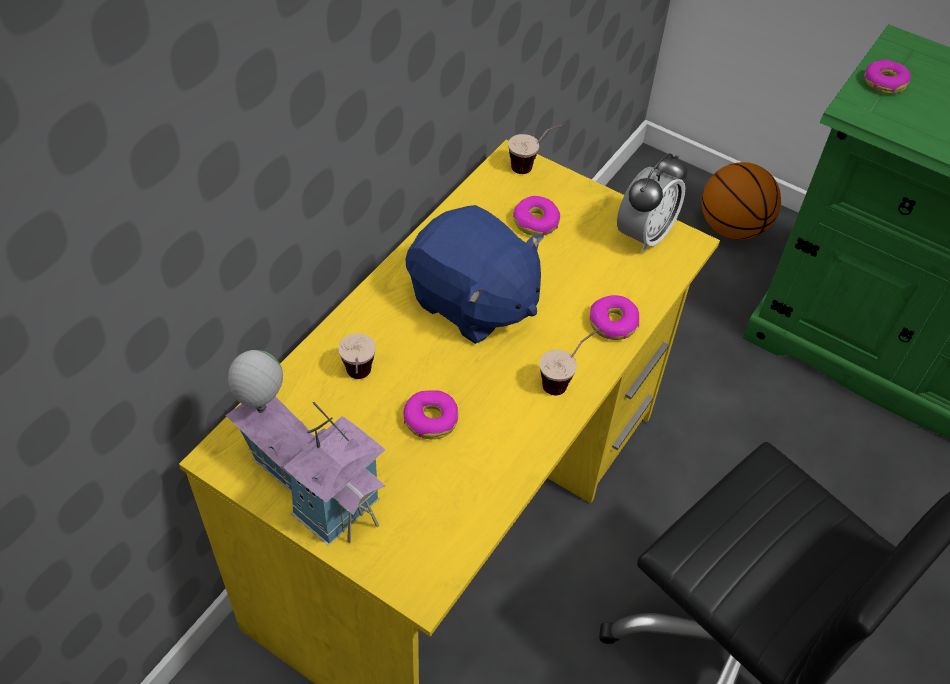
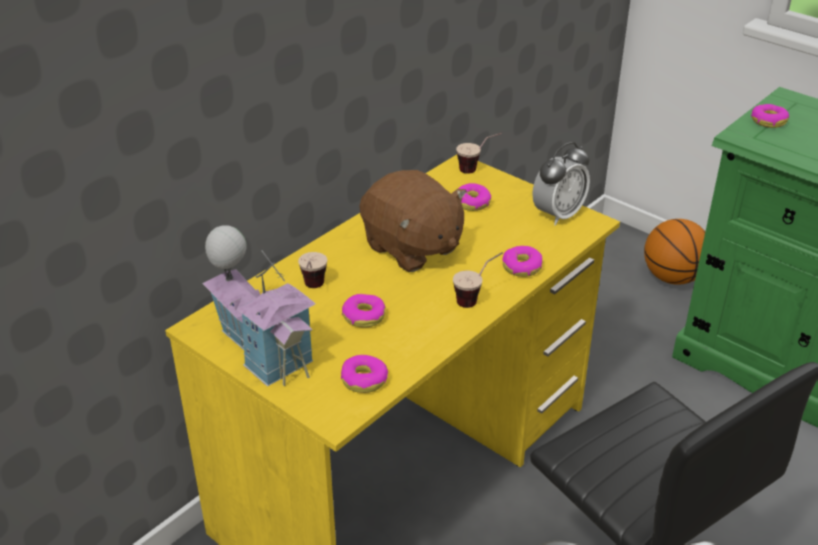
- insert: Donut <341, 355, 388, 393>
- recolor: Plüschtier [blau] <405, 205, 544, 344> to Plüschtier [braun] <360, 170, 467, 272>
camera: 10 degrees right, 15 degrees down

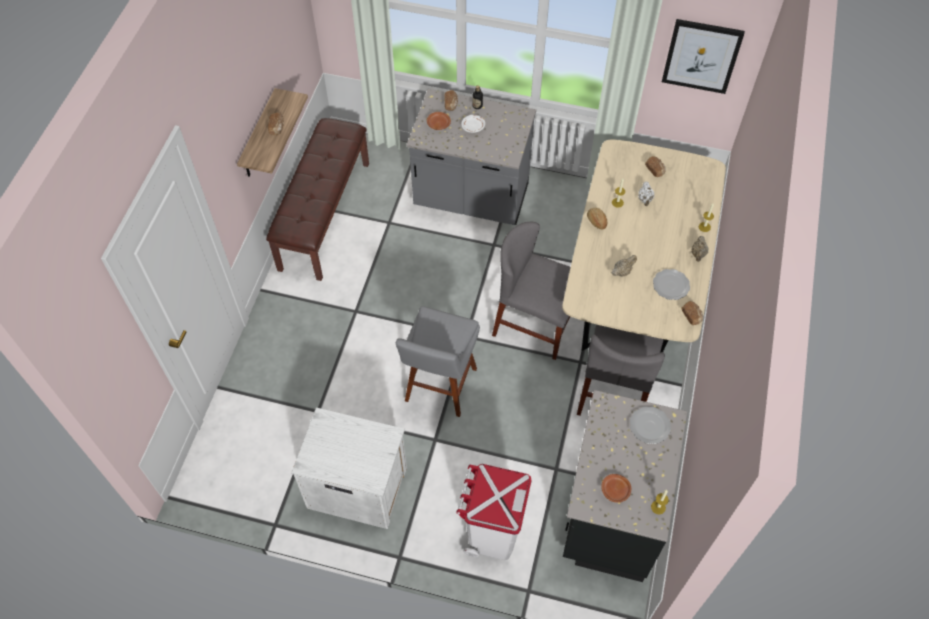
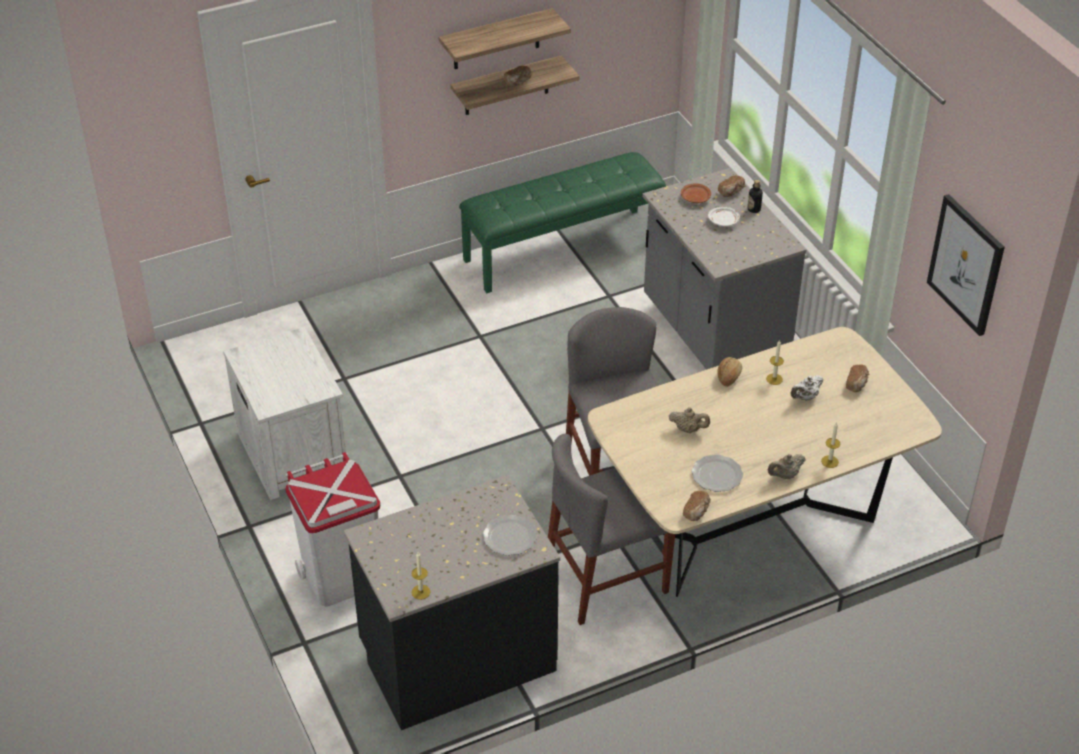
- delete: Hocker [grau] <396, 306, 480, 417>
- delete: Teller [braun] <601, 474, 631, 503>
- insert: Wandregal <439, 8, 571, 69>
- recolor: Bank [braun] <266, 118, 369, 281> to Bank [grün] <459, 152, 666, 293>
camera: 50 degrees right, 15 degrees down

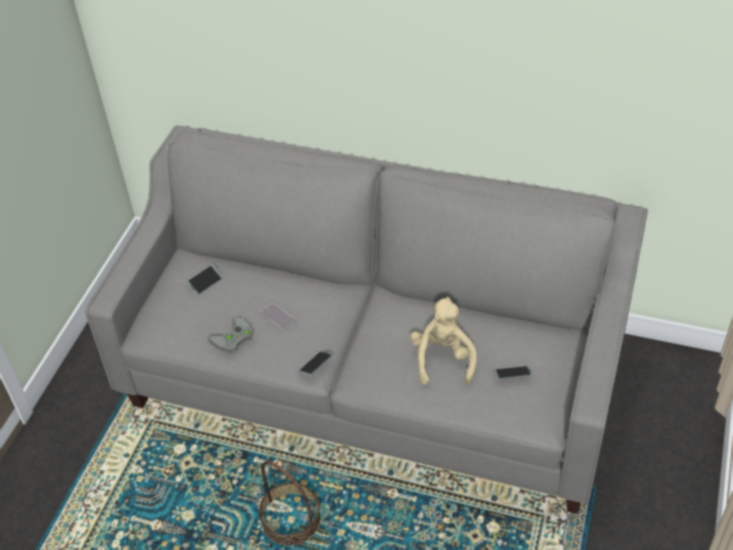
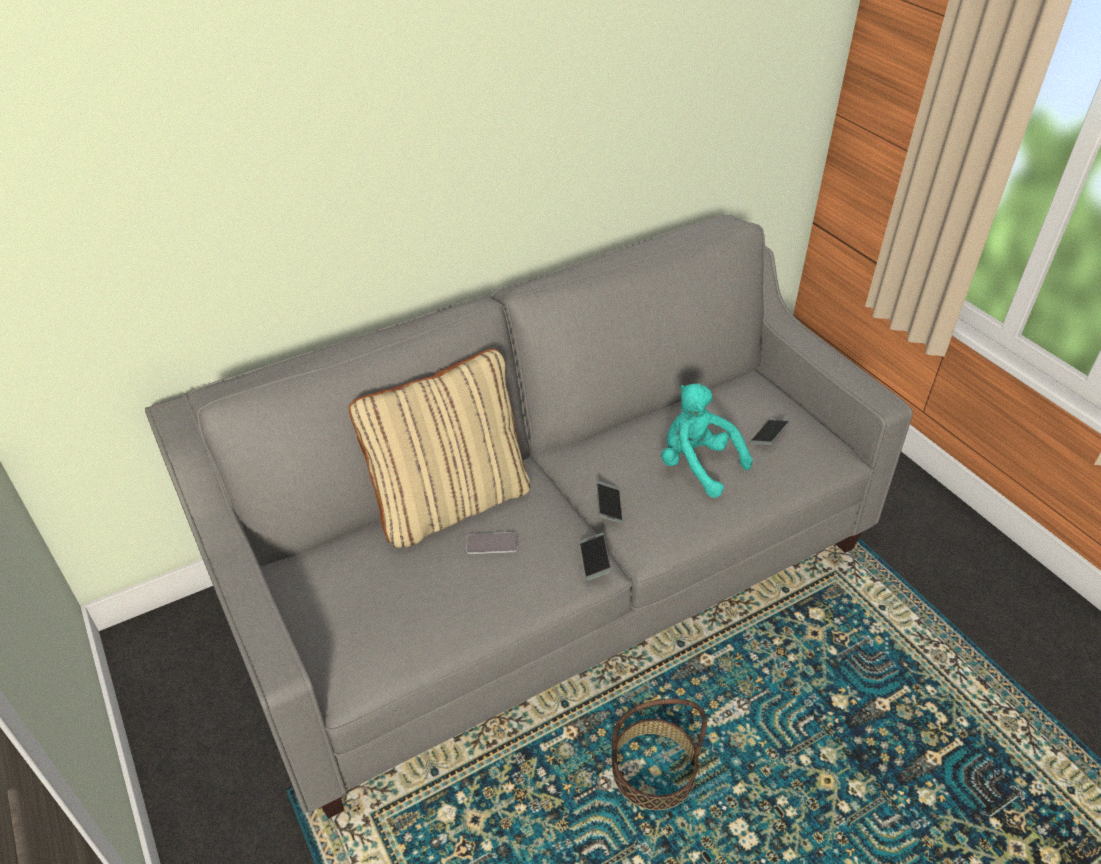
- delete: Gamepad [grau] <208, 316, 253, 353>
- insert: Kissen [beige] <348, 349, 531, 548>
- move: Handy <186, 264, 223, 295> to <597, 481, 622, 523>
- recolor: Plüschtier [beige] <410, 297, 477, 385> to Plüschtier [türkis] <661, 383, 753, 498>
camera: 50 degrees left, 5 degrees down

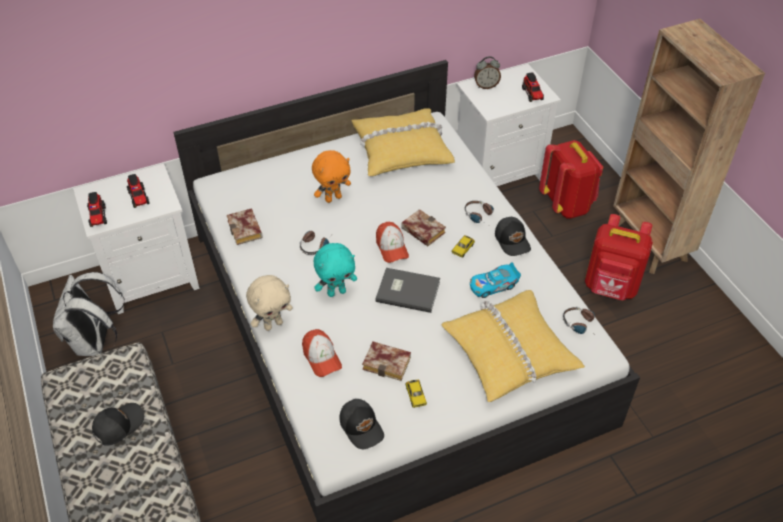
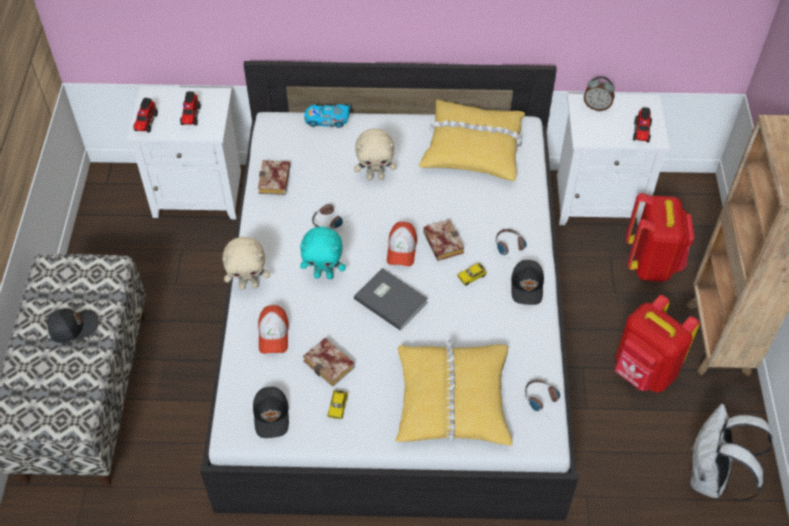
- move: Rucksack [weiß] <53, 272, 125, 356> to <691, 404, 773, 501>
- move: Spielzeugauto <470, 262, 521, 298> to <304, 104, 350, 128>
- recolor: Plüschtier [orange] <312, 150, 351, 203> to Plüschtier [beige] <354, 128, 396, 180>
camera: 25 degrees right, 5 degrees up

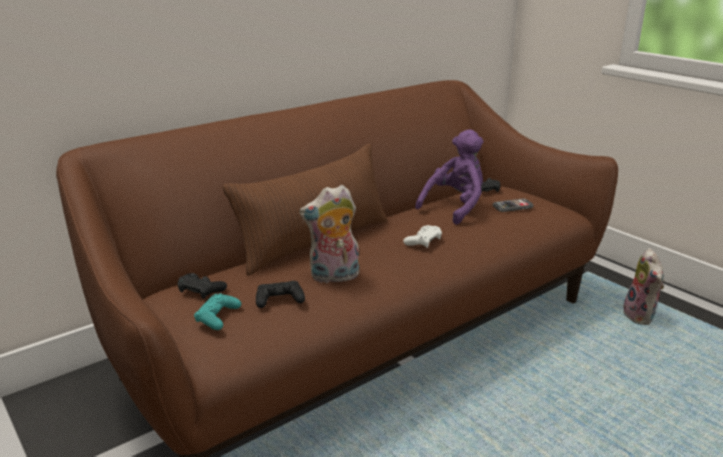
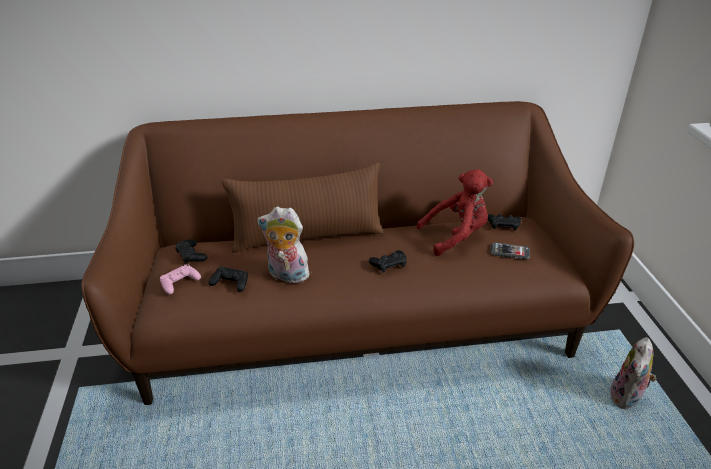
- recolor: Gamepad [türkis] <194, 293, 241, 330> to Gamepad [rosa] <160, 264, 201, 294>
- recolor: Gamepad [weiß] <403, 225, 442, 248> to Gamepad [schwarz] <369, 250, 407, 273>
- recolor: Plüschtier [lila] <415, 129, 484, 225> to Plüschtier [rot] <416, 169, 493, 256>
camera: 30 degrees right, 10 degrees up

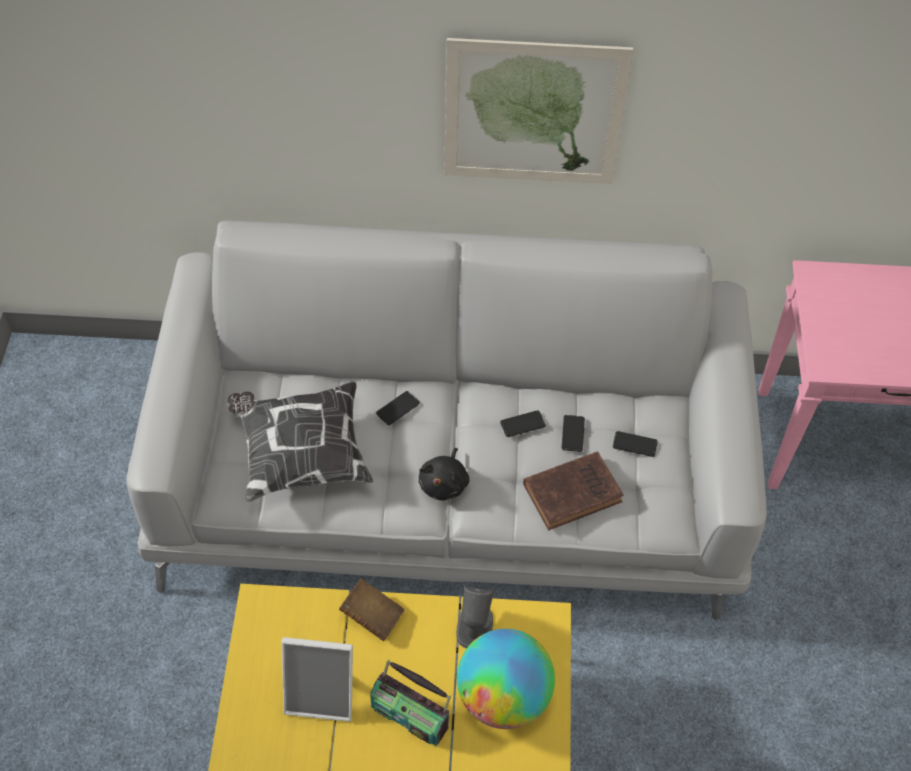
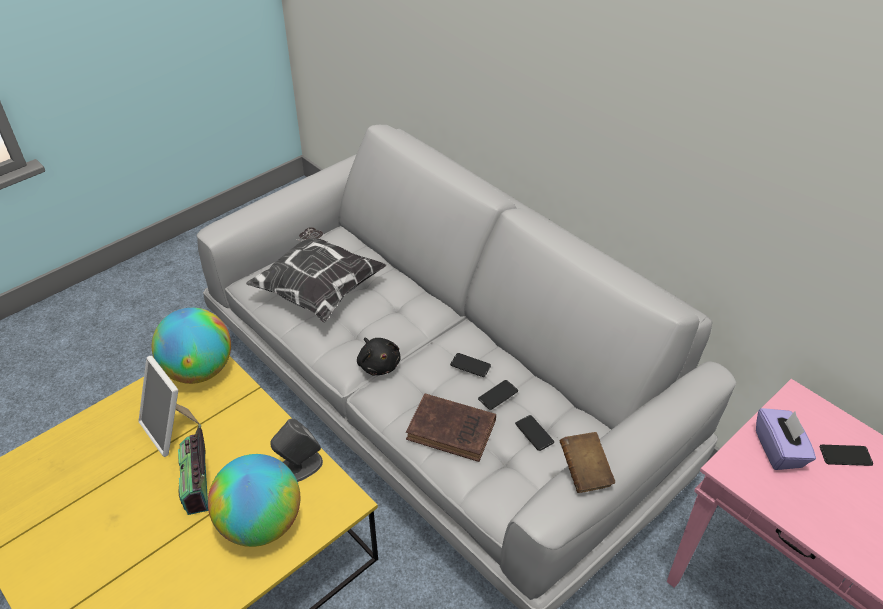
- delete: Bild <444, 38, 634, 184>
- insert: Globus <152, 308, 231, 384>
- insert: Taschentuchbox [lila] <756, 408, 816, 470>
- move: Buch [braun] <339, 579, 405, 641> to <560, 432, 615, 493>
- move: Handy <376, 391, 420, 425> to <820, 445, 873, 466>
- rotate: Plüschtier [schwarz] <419, 448, 470, 500> = <357, 337, 401, 375> 90 degrees counterclockwise
camera: 45 degrees right, 10 degrees down

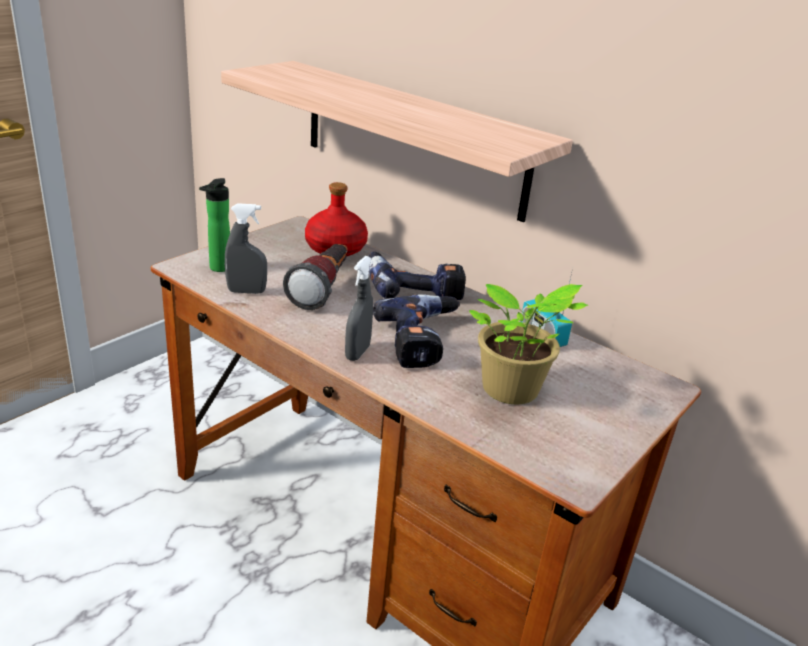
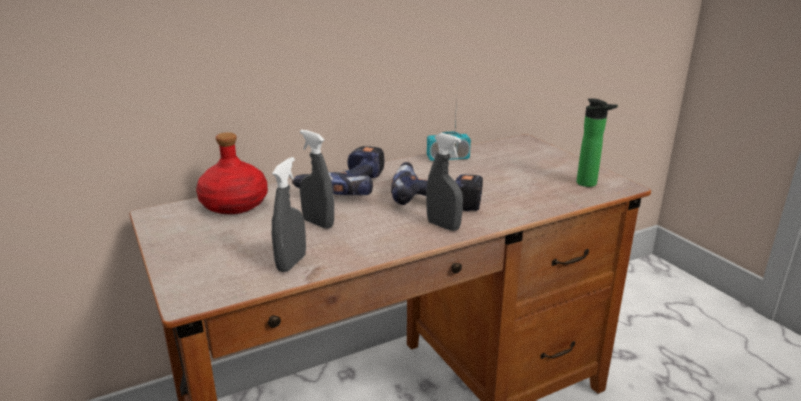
- delete: Wandregal <221, 61, 573, 222>
- delete: Topfpflanze <469, 284, 588, 404>
- move: Flasche <199, 178, 230, 272> to <577, 98, 618, 187>
- replace: Taschenlampe <283, 244, 347, 310> to Sprühflasche [grau] <300, 130, 334, 229>
camera: 65 degrees left, 5 degrees down

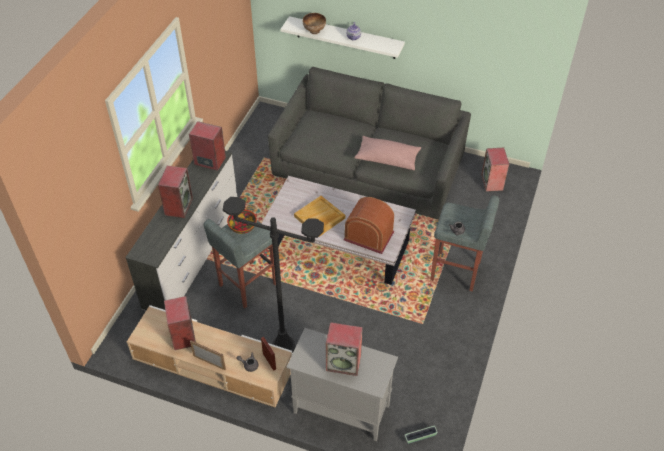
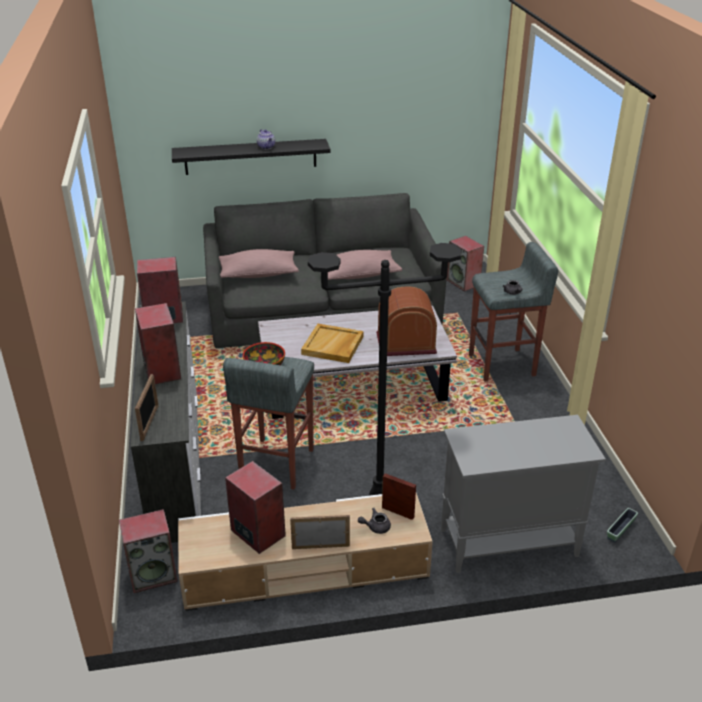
- delete: Schüssel <303, 13, 326, 34>
- insert: Bilderrahmen <135, 374, 159, 441>
- insert: Kissen [rosa] <219, 249, 299, 278>
- move: Lautsprecher <326, 322, 363, 376> to <119, 509, 178, 593>
- recolor: Wandregal [weiß] <281, 16, 405, 59> to Wandregal [schwarz] <172, 139, 330, 175>
camera: 30 degrees left, 15 degrees down

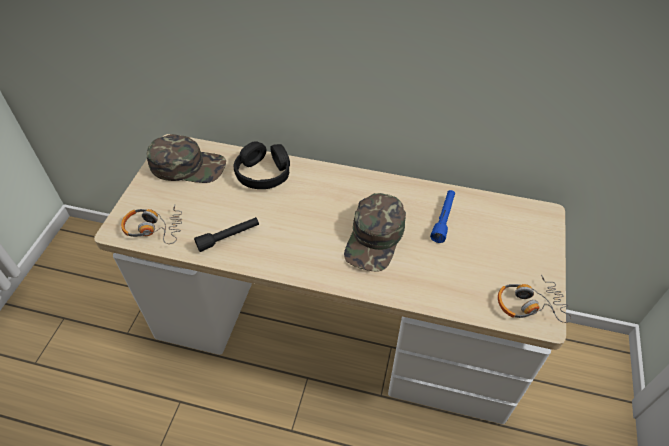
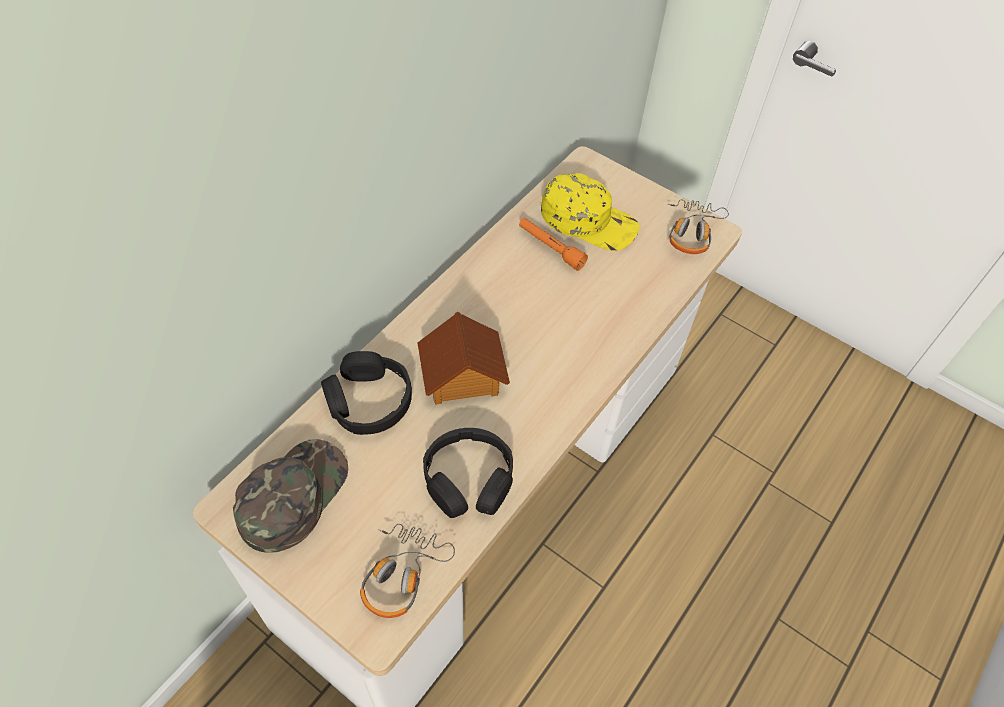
- delete: Kappe [grün] <344, 193, 406, 272>
- insert: Spielzeughaus <417, 312, 510, 405>
- insert: Kappe [gelb] <541, 173, 640, 251>
- replace: Taschenlampe [schwarz] <194, 217, 259, 252> to Kopfhörer [schwarz] <423, 428, 513, 518>
- recolor: Taschenlampe [blau] <430, 190, 455, 243> to Taschenlampe [orange] <519, 218, 588, 271>
camera: 70 degrees left, 5 degrees up

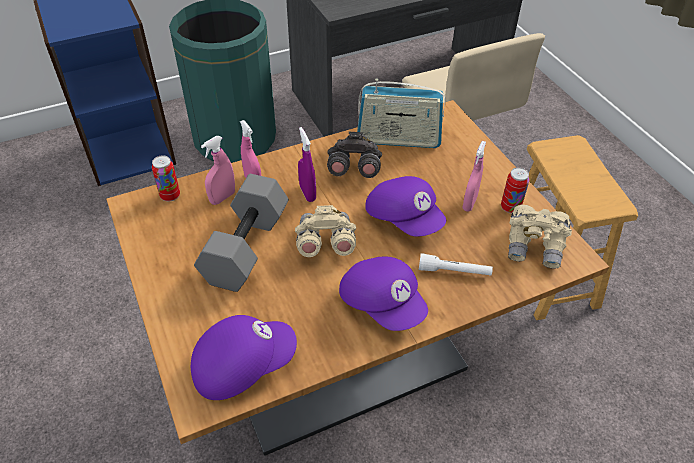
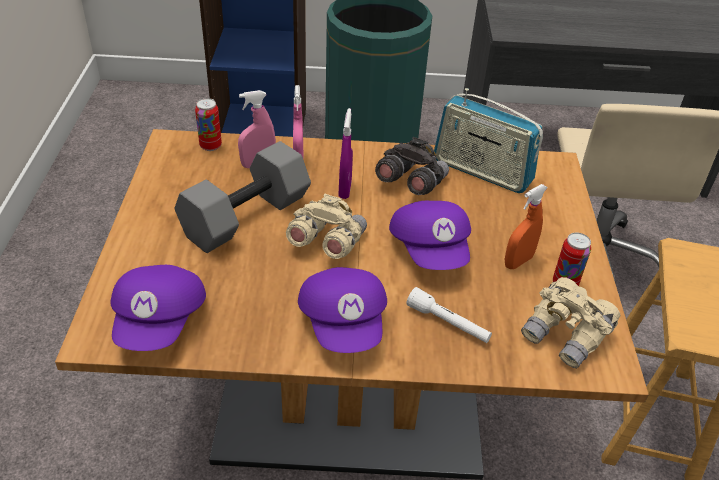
- recolor: Sprühflasche [rosa] <462, 141, 486, 212> to Sprühflasche [orange] <505, 184, 548, 269>
- rotate: Kappe [lila] <191, 315, 297, 400> = <111, 265, 206, 351> 90 degrees clockwise
camera: 25 degrees right, 5 degrees down

